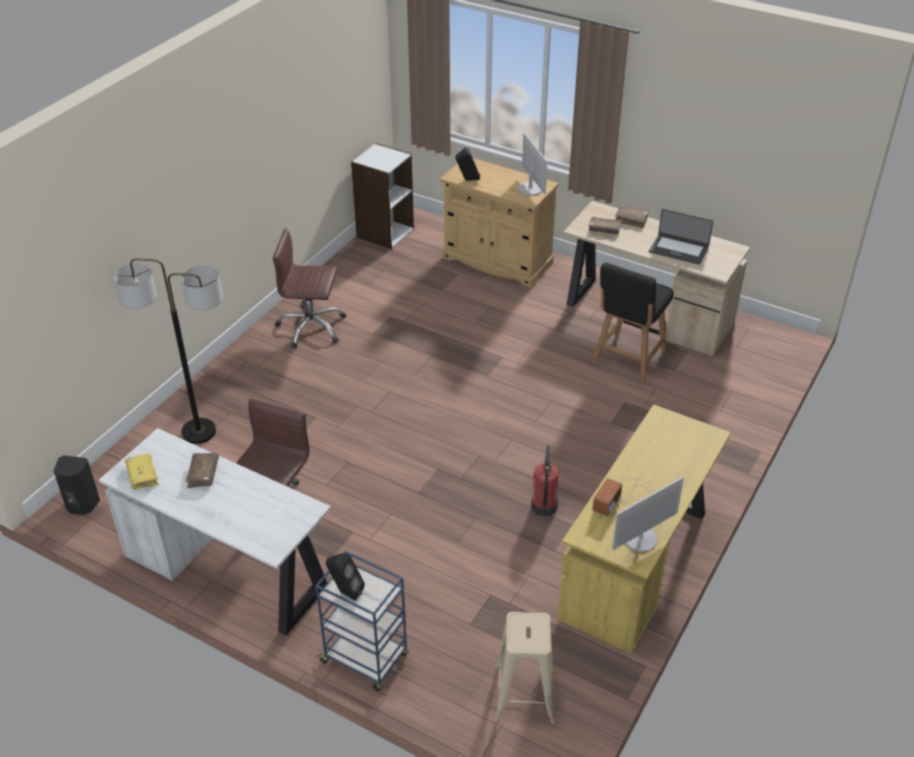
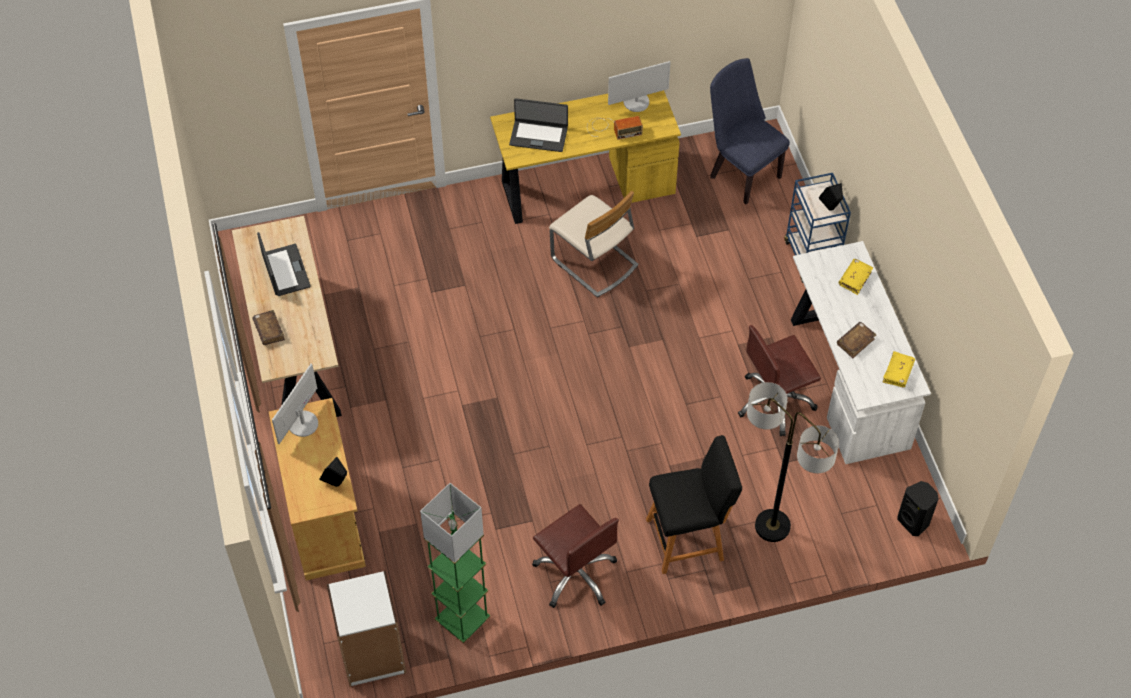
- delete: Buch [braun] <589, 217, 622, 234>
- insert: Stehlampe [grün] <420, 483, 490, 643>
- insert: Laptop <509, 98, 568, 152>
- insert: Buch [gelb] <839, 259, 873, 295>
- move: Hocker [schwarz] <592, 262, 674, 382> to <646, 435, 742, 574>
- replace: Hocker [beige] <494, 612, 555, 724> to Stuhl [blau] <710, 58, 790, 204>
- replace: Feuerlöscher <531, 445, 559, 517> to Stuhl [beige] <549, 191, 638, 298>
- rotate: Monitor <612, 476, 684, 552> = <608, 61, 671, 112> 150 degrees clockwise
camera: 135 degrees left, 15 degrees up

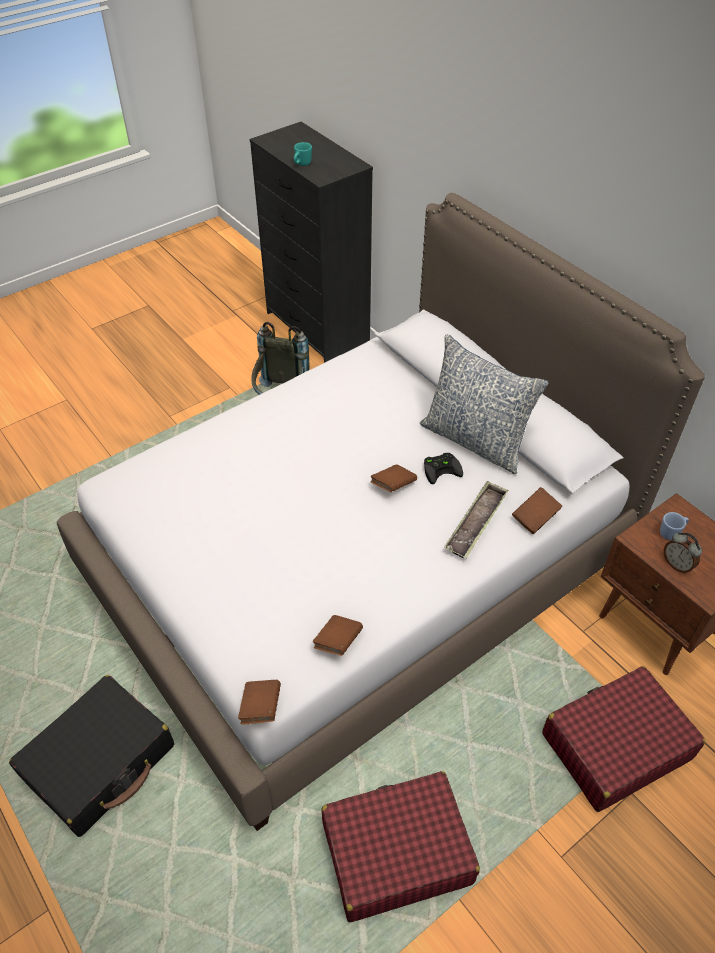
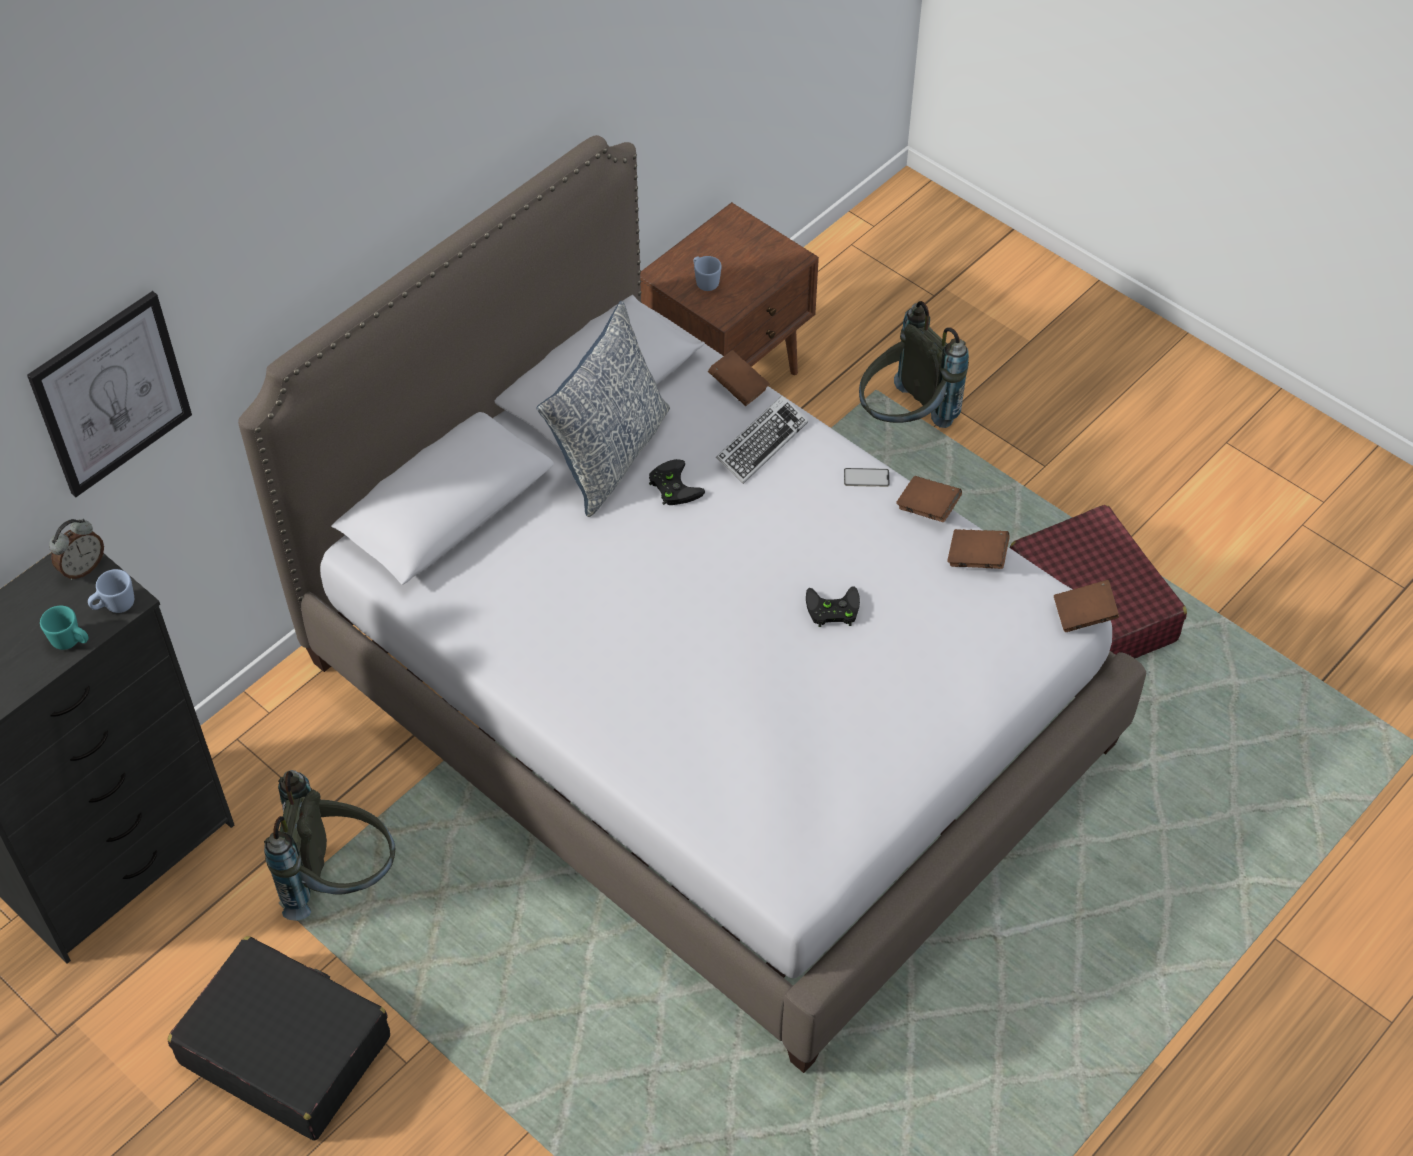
- insert: Bild <27, 291, 192, 497>
- insert: Henkelbecher [blau] <88, 569, 134, 613>
- insert: Gamepad [schwarz] <806, 586, 860, 627>
- insert: Handy <844, 468, 890, 487>
- move: Koffer [schwarz] <9, 675, 174, 837> to <167, 936, 390, 1140>
- move: Buch [braun] <371, 464, 417, 492> to <896, 476, 962, 522>
- move: Wecker <664, 532, 702, 574> to <49, 519, 104, 580>
- replace: Tablett <444, 481, 508, 559> to Tastatur <716, 395, 808, 484>
- replace: Koffer [rot] <542, 666, 705, 812> to Rucksack [grau] <859, 301, 969, 428>
camera: 100 degrees left, 5 degrees up

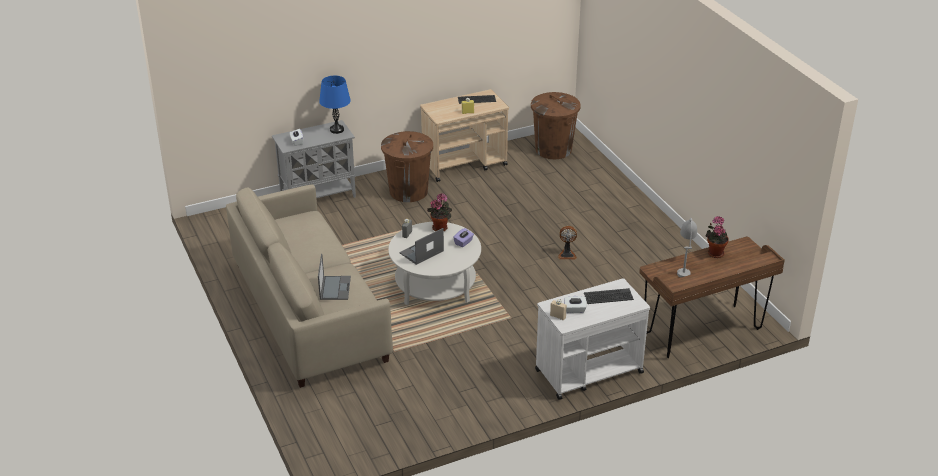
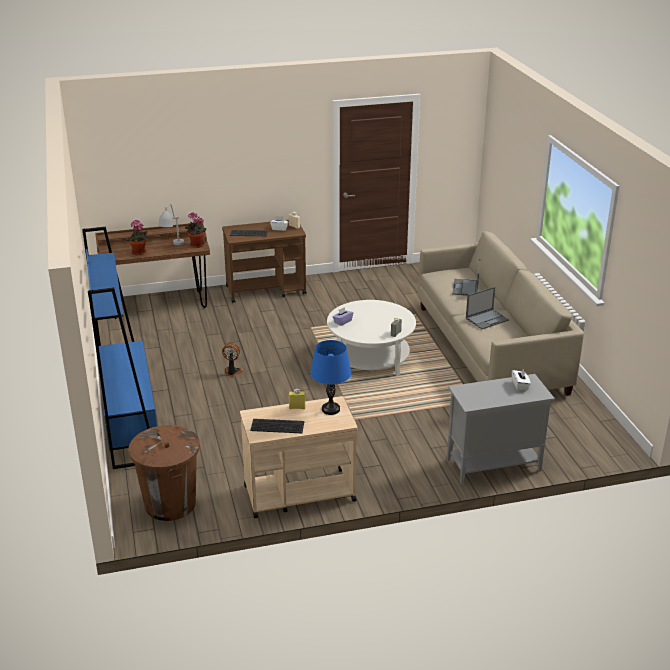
- delete: Mülleimer [braun] <381, 131, 433, 202>
- insert: Bücherregal [blau] <82, 226, 157, 469>
- move: Tischlampe [blau] <319, 76, 351, 134> to <310, 340, 351, 415>
- move: Laptop <399, 228, 444, 265> to <466, 287, 509, 329>
- move: Topfpflanze <427, 193, 452, 231> to <185, 212, 207, 248>
- recolor: Rollwagen [weiß] <535, 278, 650, 400> to Rollwagen [braun] <222, 220, 307, 303>
camera: 170 degrees left, 5 degrees down

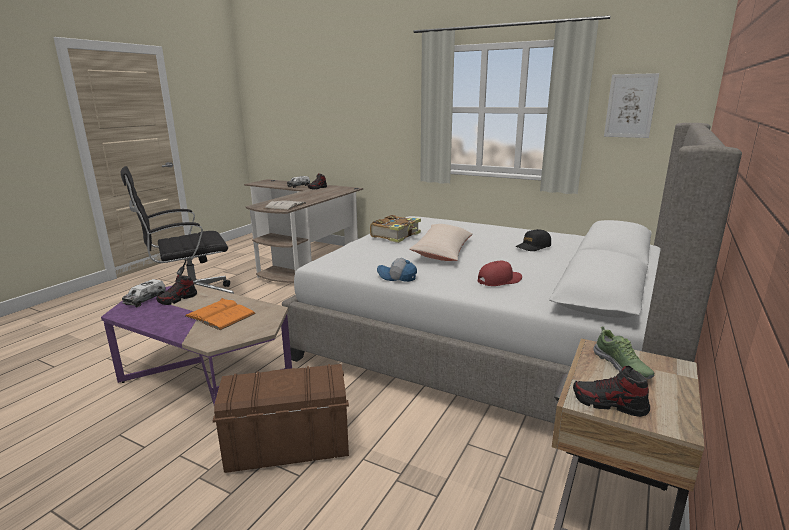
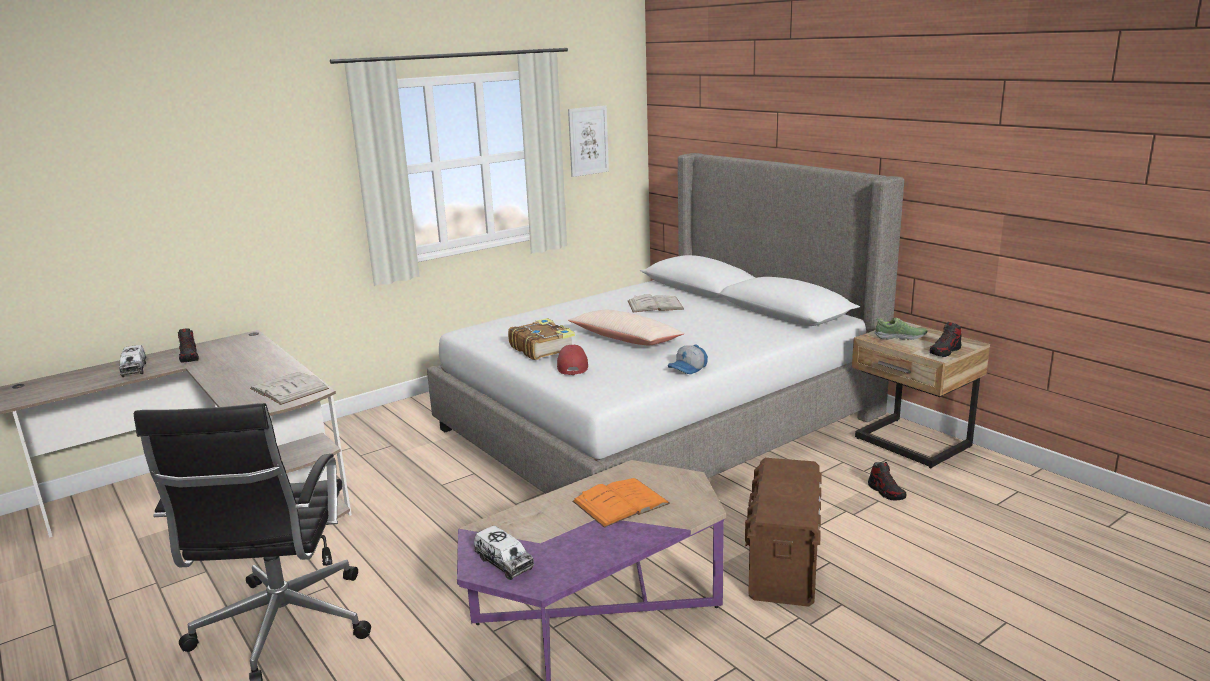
- move: Schuh <156, 274, 197, 305> to <868, 462, 907, 501>
- move: Kappe [rot] <478, 261, 522, 286> to <557, 345, 588, 375>
- replace: Kappe [schwarz] <515, 229, 551, 251> to Buch [weiß] <628, 294, 684, 313>
camera: 65 degrees left, 0 degrees up

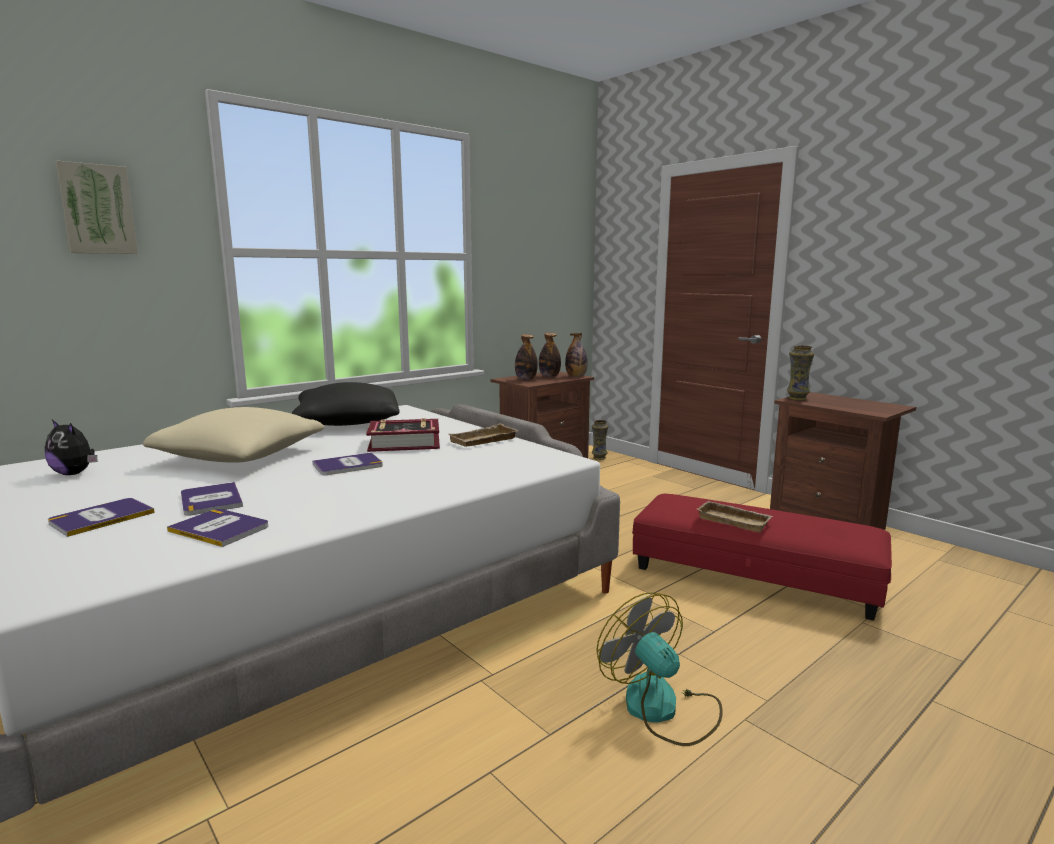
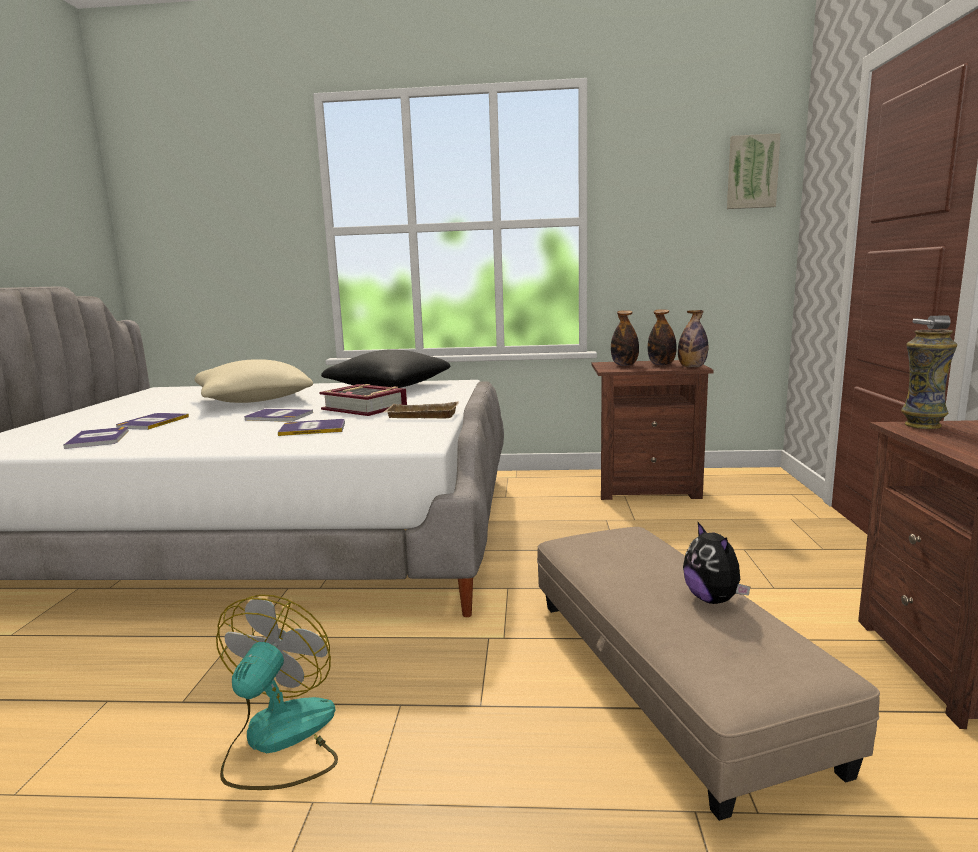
- delete: Vase <592, 420, 608, 460>
- delete: Tablett [beige] <697, 501, 773, 533>
- move: Plüschtier <45, 420, 98, 475> to <683, 521, 750, 604>
- move: Buch <48, 498, 155, 537> to <278, 419, 345, 436>
- move: Bild <56, 161, 138, 254> to <727, 133, 781, 209>
- recolor: Polsterhocker [rot] <632, 494, 892, 621> to Polsterhocker [beige] <537, 527, 880, 821>
camera: 45 degrees right, 0 degrees up

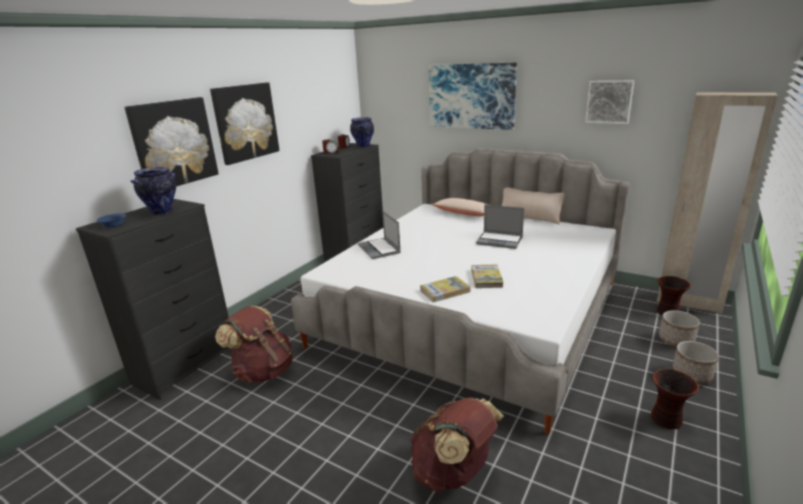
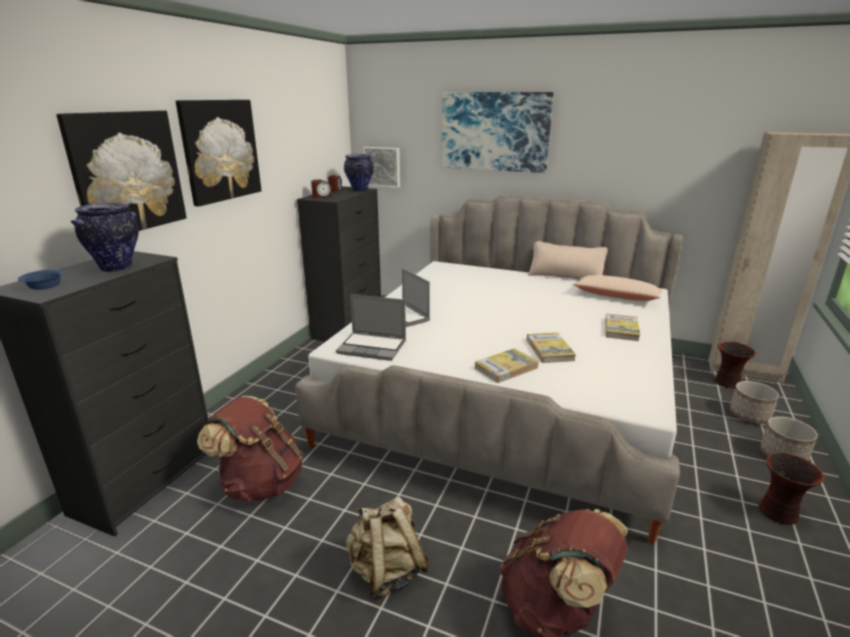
- insert: Rucksack [beige] <346, 496, 429, 598>
- insert: Buch <605, 314, 640, 341>
- move: Kissen [beige] <432, 198, 489, 216> to <573, 275, 662, 301>
- move: Laptop <476, 205, 524, 249> to <336, 294, 406, 361>
- move: Bild <585, 81, 634, 124> to <363, 147, 400, 188>
camera: 10 degrees left, 0 degrees up

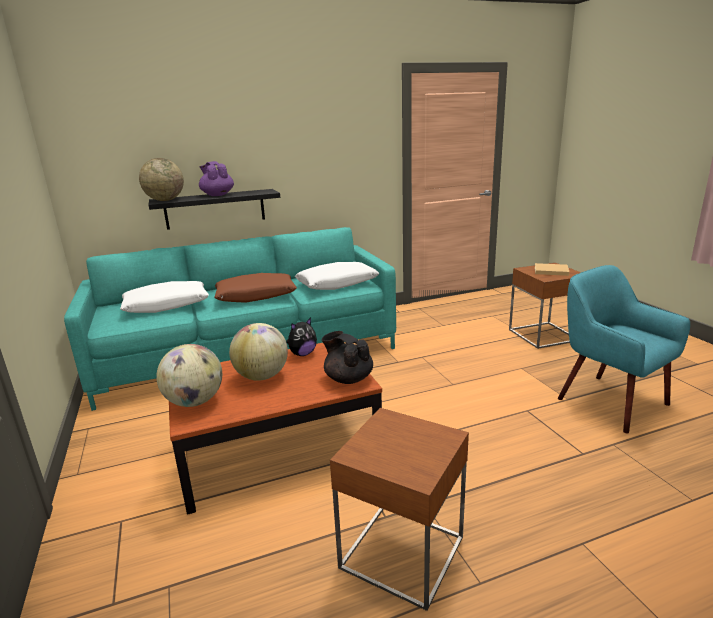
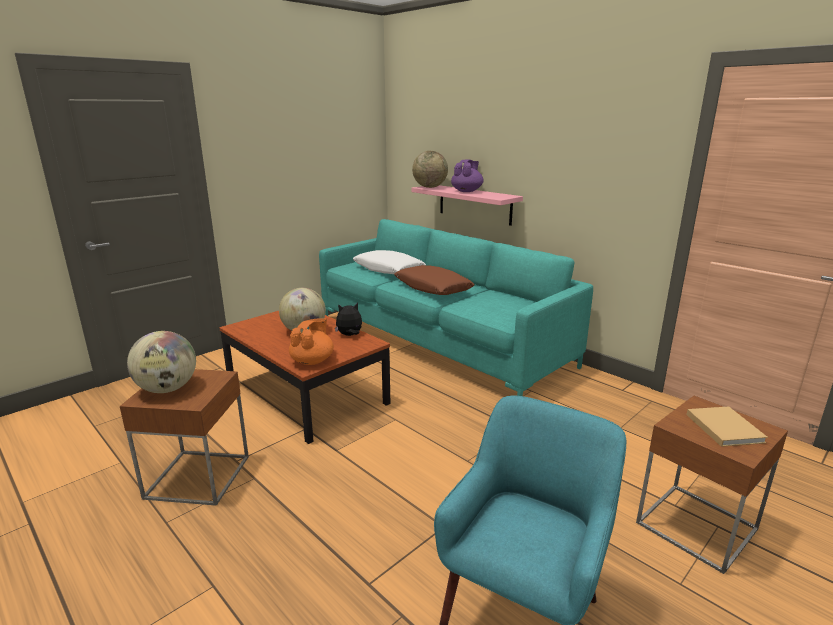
- delete: Kissen [weiß] <295, 262, 380, 290>
- move: Globus <156, 344, 222, 407> to <127, 331, 196, 393>
- recolor: Wandregal [schwarz] <148, 189, 280, 230> to Wandregal [rosa] <411, 185, 523, 226>
- recolor: Teekanne [schwarz] <322, 331, 373, 384> to Teekanne [orange] <289, 318, 334, 365>
- rotate: Plüschtier <286, 318, 317, 356> = <335, 303, 362, 336> 135 degrees clockwise
camera: 65 degrees right, 0 degrees up

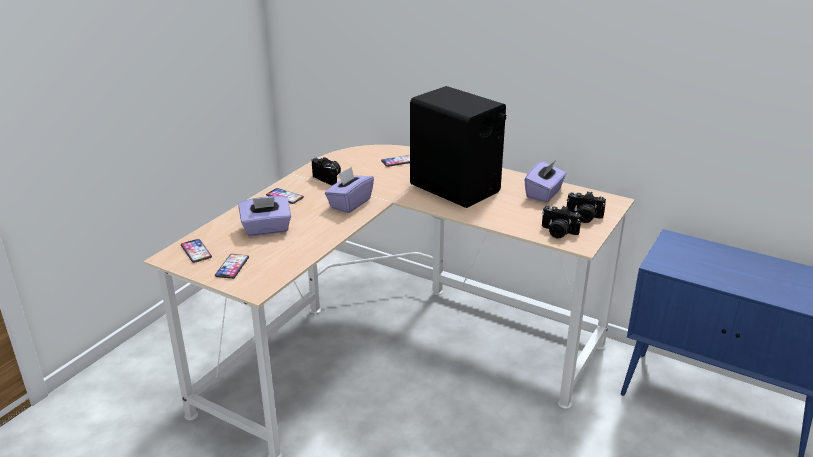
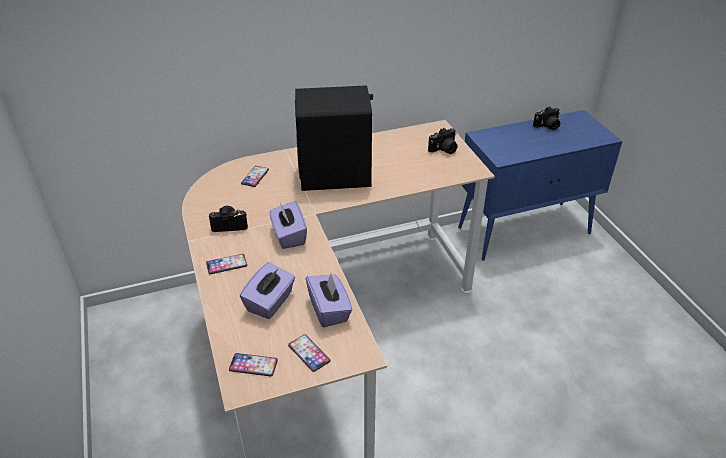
- move: Taschentuchbox [lila] <525, 160, 566, 203> to <306, 274, 352, 327>
- move: Kamera <542, 206, 582, 238> to <533, 106, 560, 130>
camera: 50 degrees left, 10 degrees up

